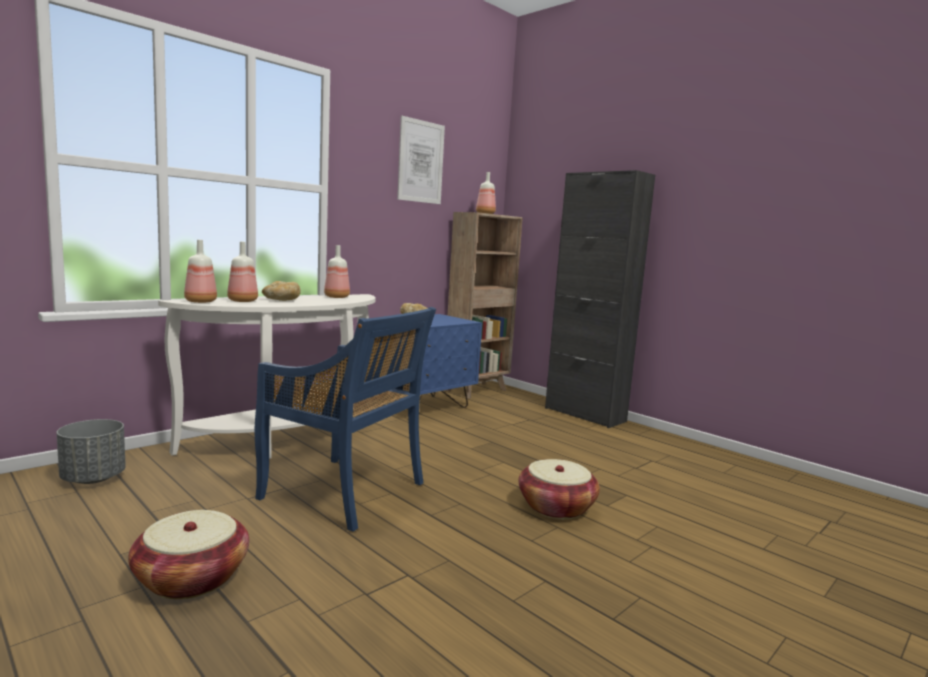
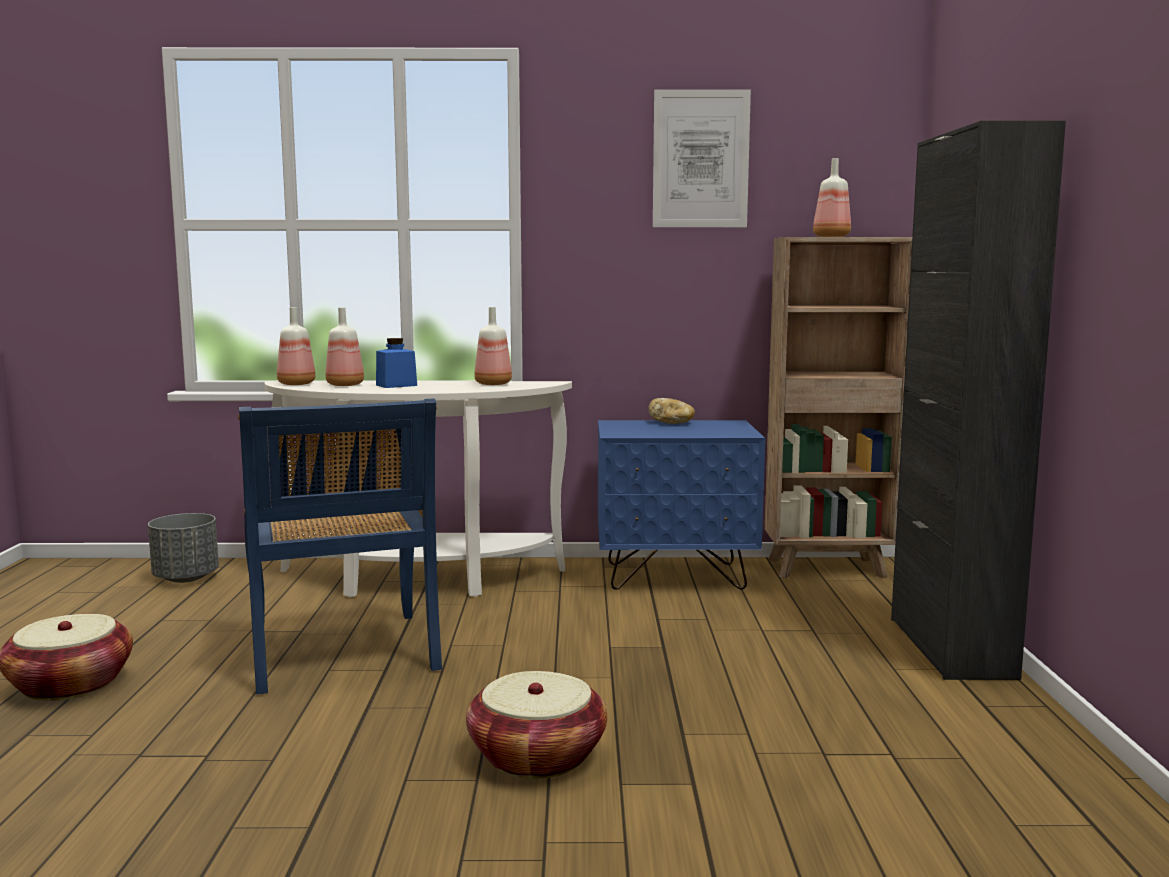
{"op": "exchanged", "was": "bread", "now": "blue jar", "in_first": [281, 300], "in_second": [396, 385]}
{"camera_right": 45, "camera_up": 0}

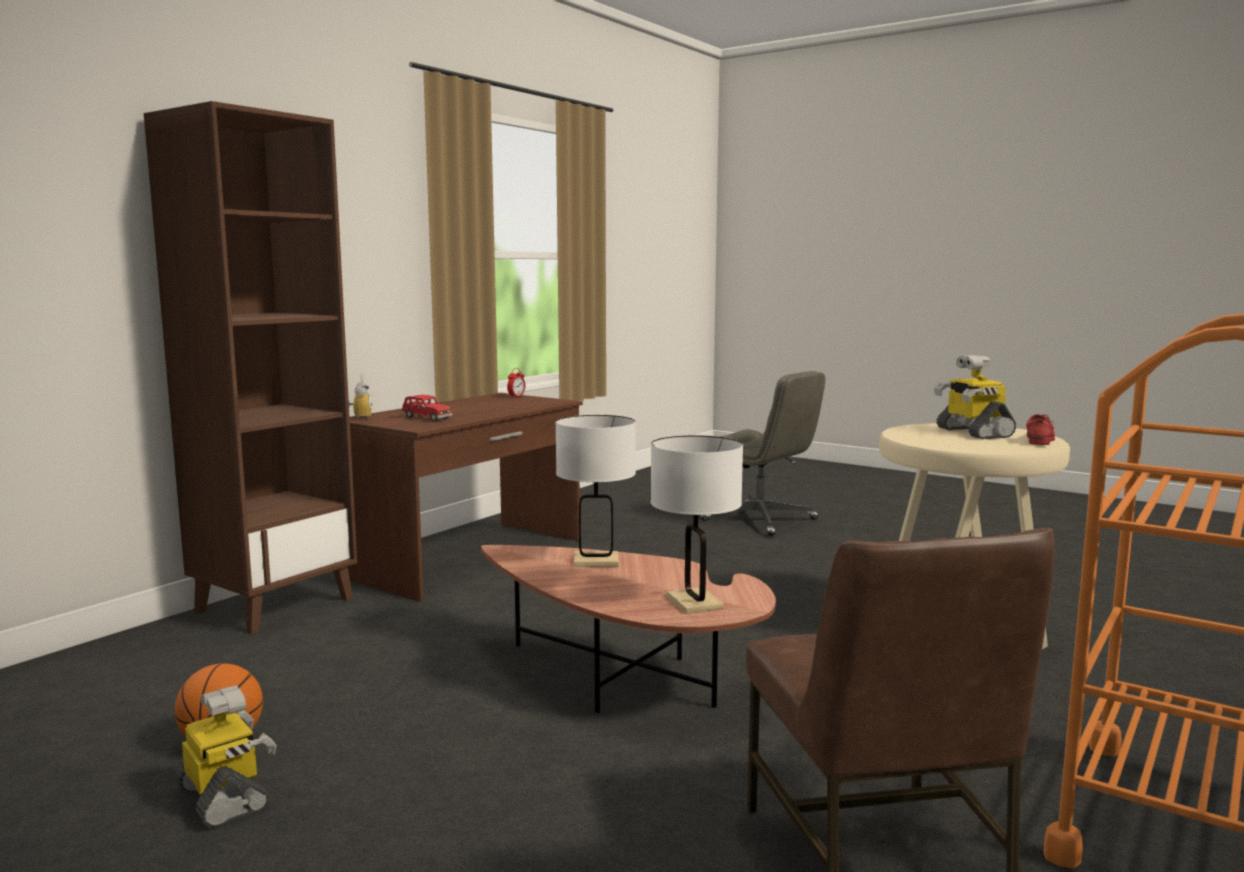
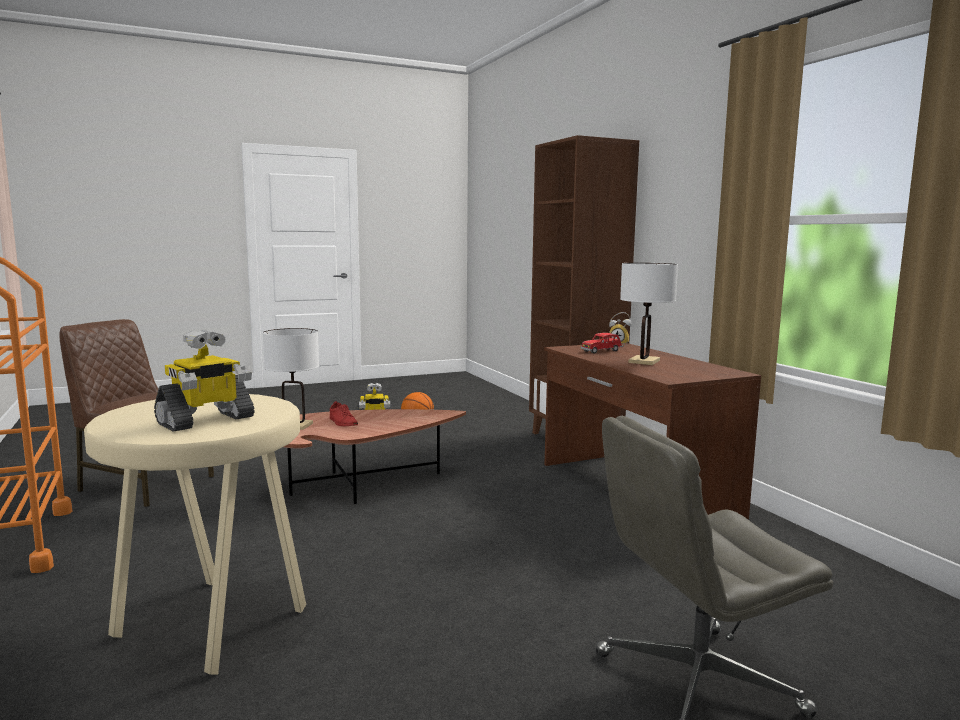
{"op": "missing", "was": "alarm clock", "in_first": [516, 397]}
{"op": "relocated", "was": "white table lamp", "in_first": [596, 561], "in_second": [644, 361]}
{"op": "relocated", "was": "red shoe", "in_first": [1039, 440], "in_second": [343, 422]}
{"op": "spun", "was": "toy robot", "in_first": [972, 432], "in_second": [206, 421], "clockwise": 120}
{"camera_right": 120, "camera_up": 0}

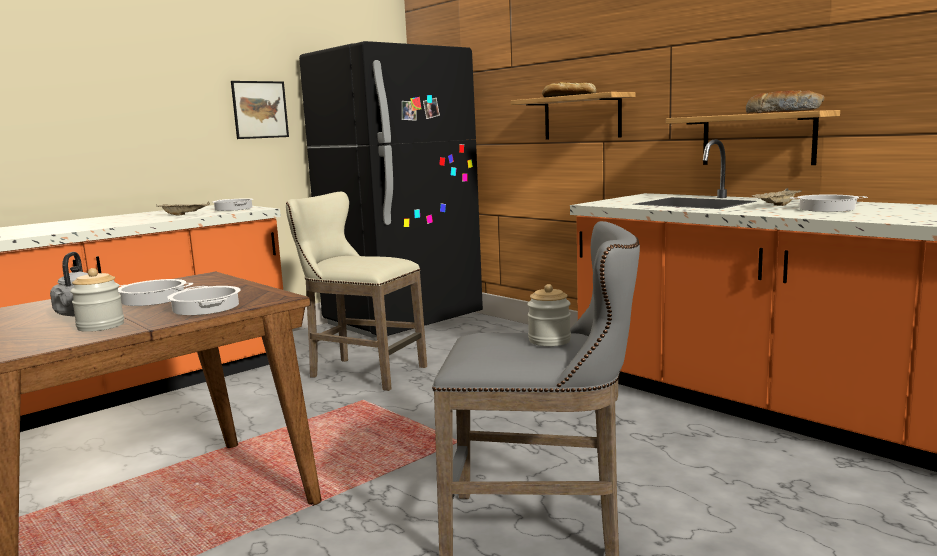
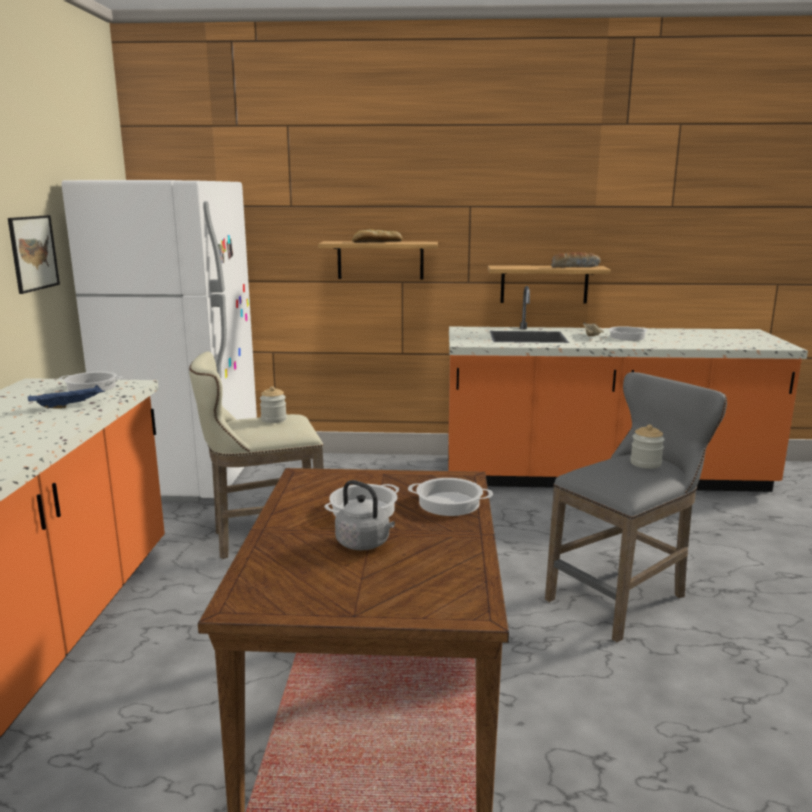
{"op": "relocated", "was": "jar", "in_first": [101, 326], "in_second": [273, 419]}
{"op": "colour", "was": "beige tray", "now": "blue tray", "in_first": [185, 215], "in_second": [69, 406]}
{"op": "colour", "was": "black fridge", "now": "white fridge", "in_first": [403, 320], "in_second": [188, 476]}
{"camera_right": -45, "camera_up": 5}

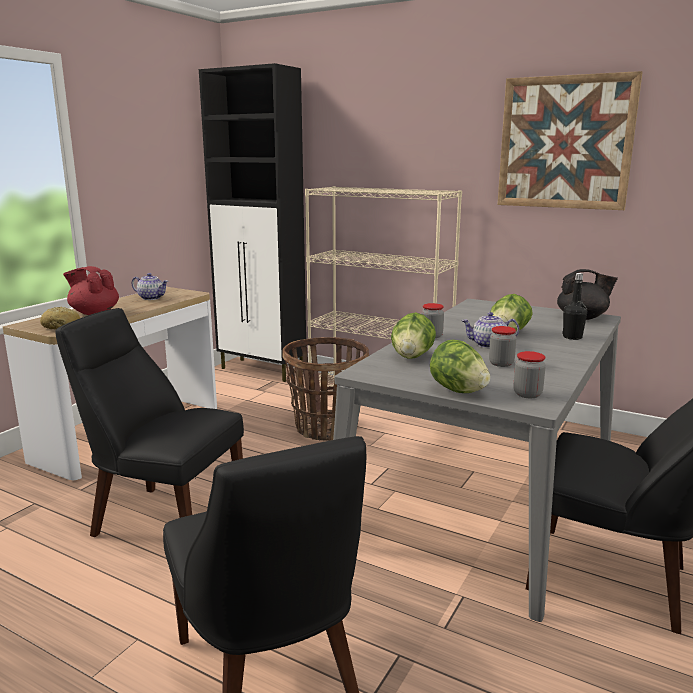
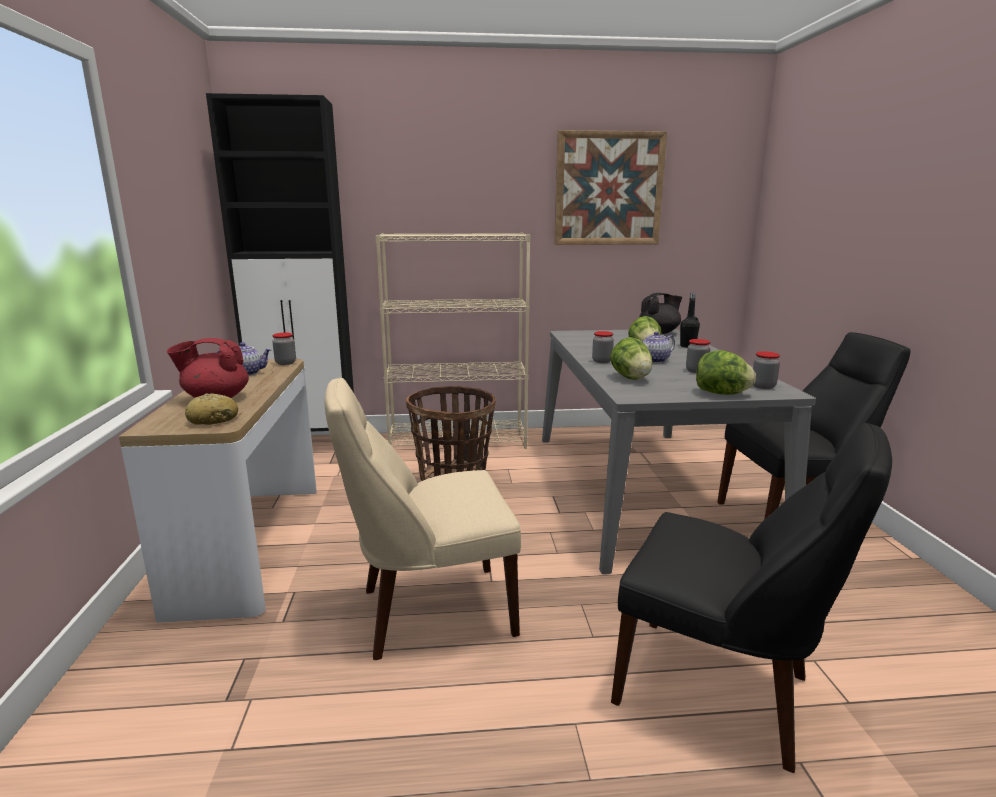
{"op": "appeared", "now": "jar", "in_second": [285, 363]}
{"op": "colour", "was": "black chair", "now": "beige chair", "in_first": [164, 520], "in_second": [429, 612]}
{"camera_right": -35, "camera_up": 0}

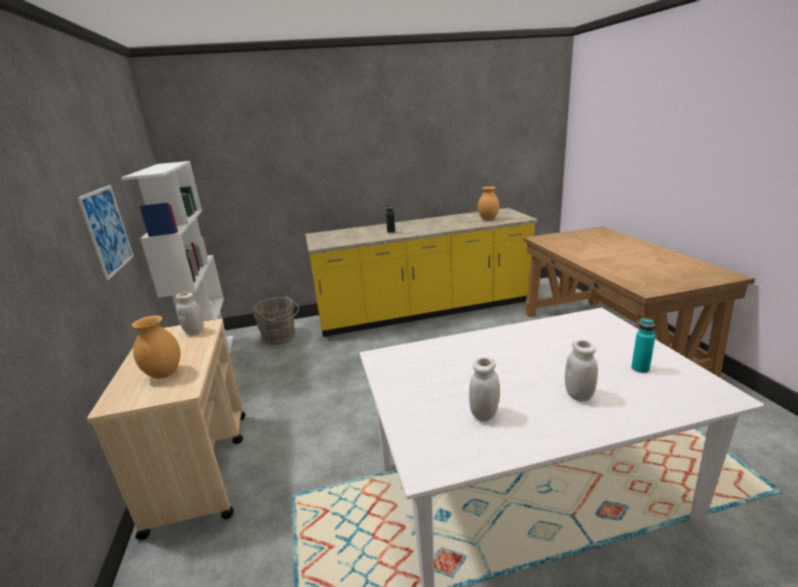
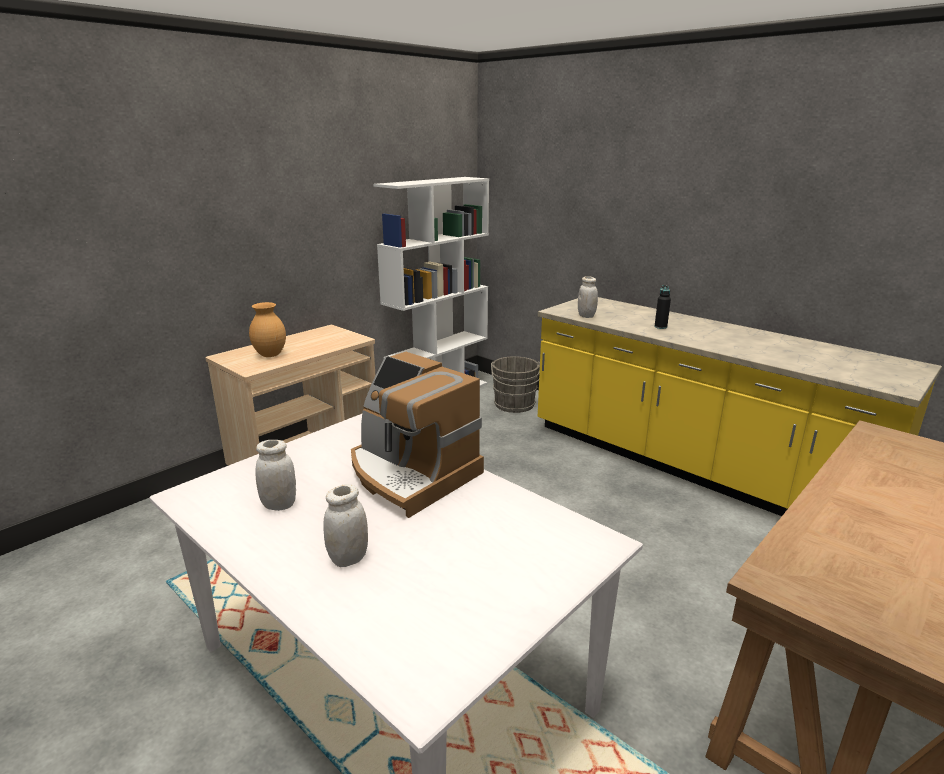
{"op": "missing", "was": "picture", "in_first": [107, 230]}
{"op": "missing", "was": "brown vase", "in_first": [488, 219]}
{"op": "missing", "was": "turquoise bottle", "in_first": [640, 368]}
{"op": "appeared", "now": "coffee machine", "in_second": [411, 474]}
{"op": "relocated", "was": "white jar", "in_first": [194, 331], "in_second": [586, 316]}
{"camera_right": 55, "camera_up": 0}

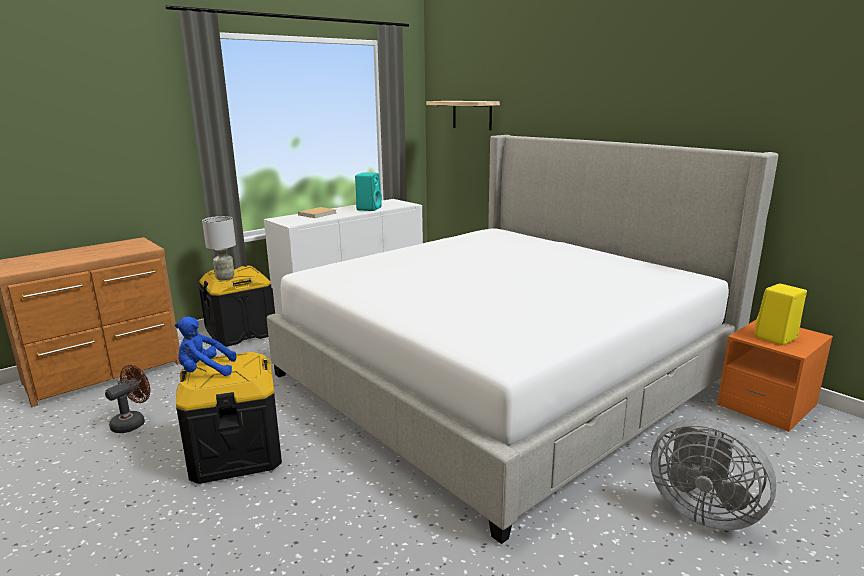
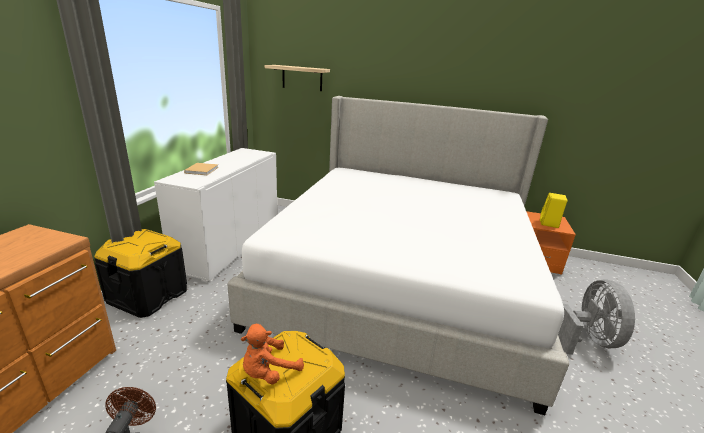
{"op": "missing", "was": "grey table lamp", "in_first": [225, 278]}
{"op": "missing", "was": "turquoise speaker", "in_first": [369, 208]}
{"op": "colour", "was": "blue plush toy", "now": "orange plush toy", "in_first": [205, 371], "in_second": [268, 372]}
{"op": "spun", "was": "grey fan", "in_first": [701, 510], "in_second": [587, 339], "clockwise": -90}
{"camera_right": -35, "camera_up": 5}

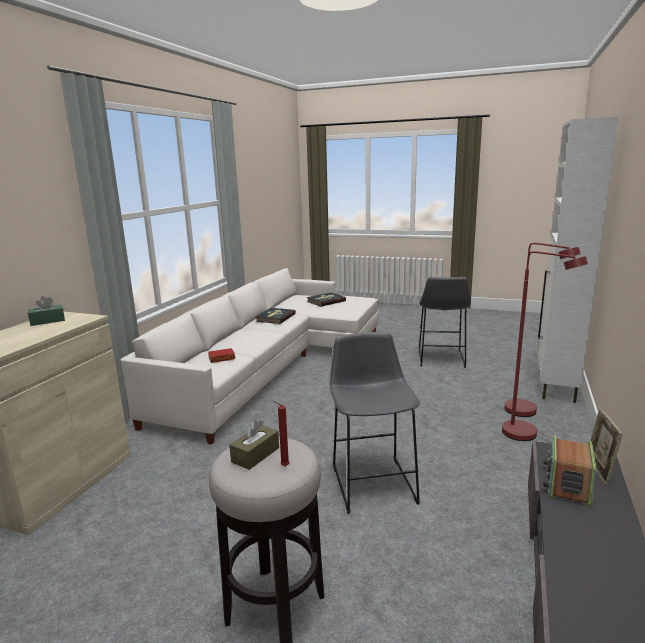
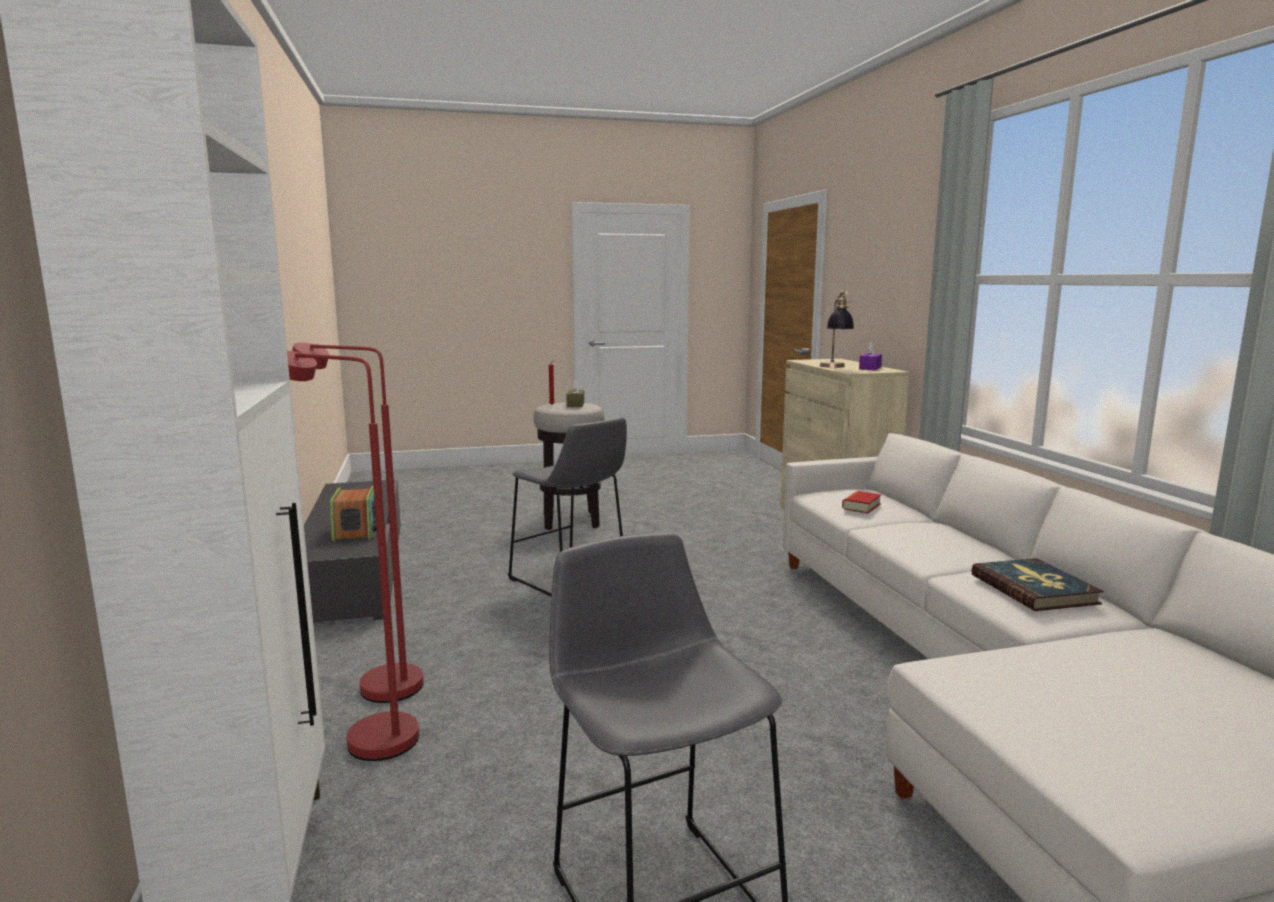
{"op": "missing", "was": "book", "in_first": [326, 301]}
{"op": "missing", "was": "picture frame", "in_first": [599, 471]}
{"op": "appeared", "now": "table lamp", "in_second": [835, 367]}
{"op": "colour", "was": "green tissue box", "now": "purple tissue box", "in_first": [47, 321], "in_second": [870, 368]}
{"camera_right": 145, "camera_up": -5}

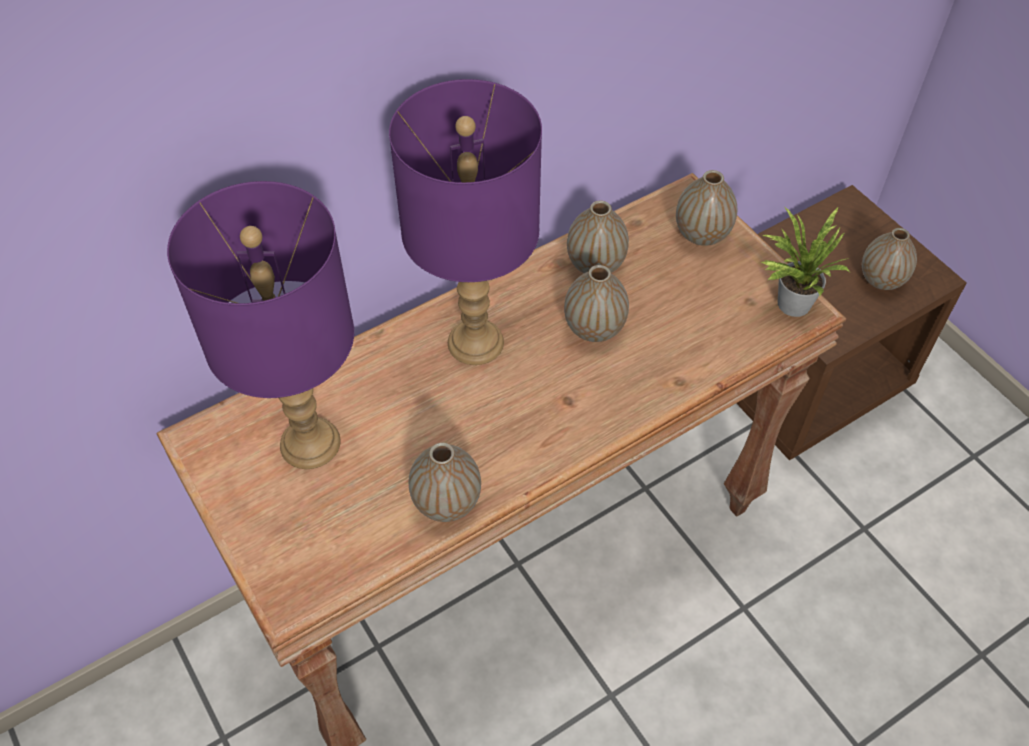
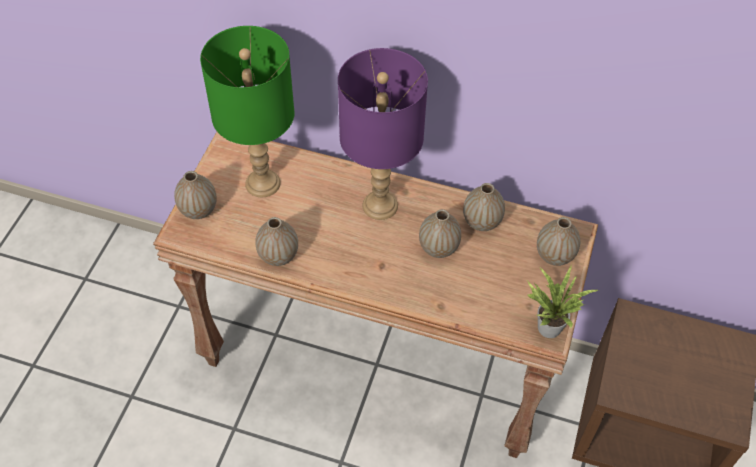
{"op": "relocated", "was": "vase", "in_first": [881, 279], "in_second": [198, 210]}
{"op": "colour", "was": "purple table lamp", "now": "green table lamp", "in_first": [310, 442], "in_second": [263, 183]}
{"camera_right": 50, "camera_up": 0}

